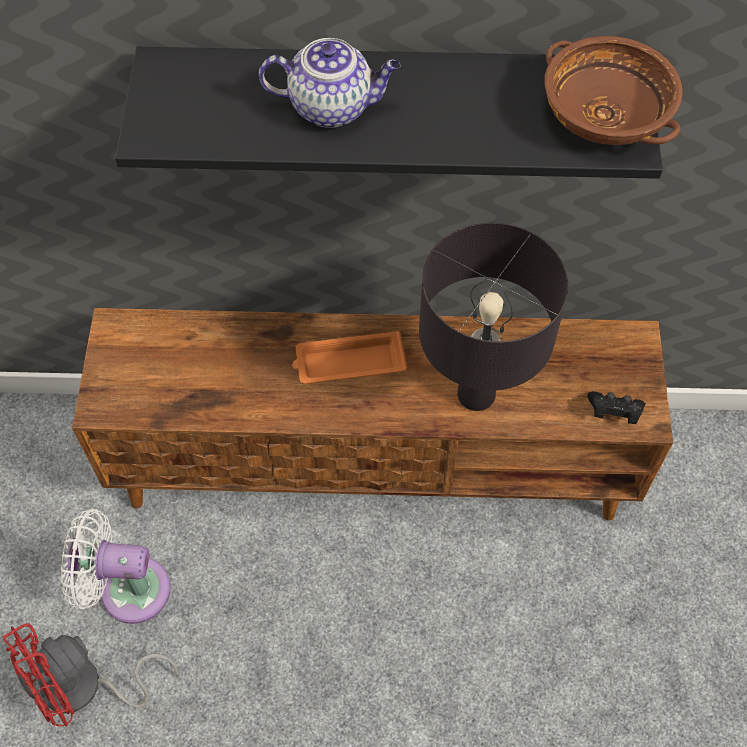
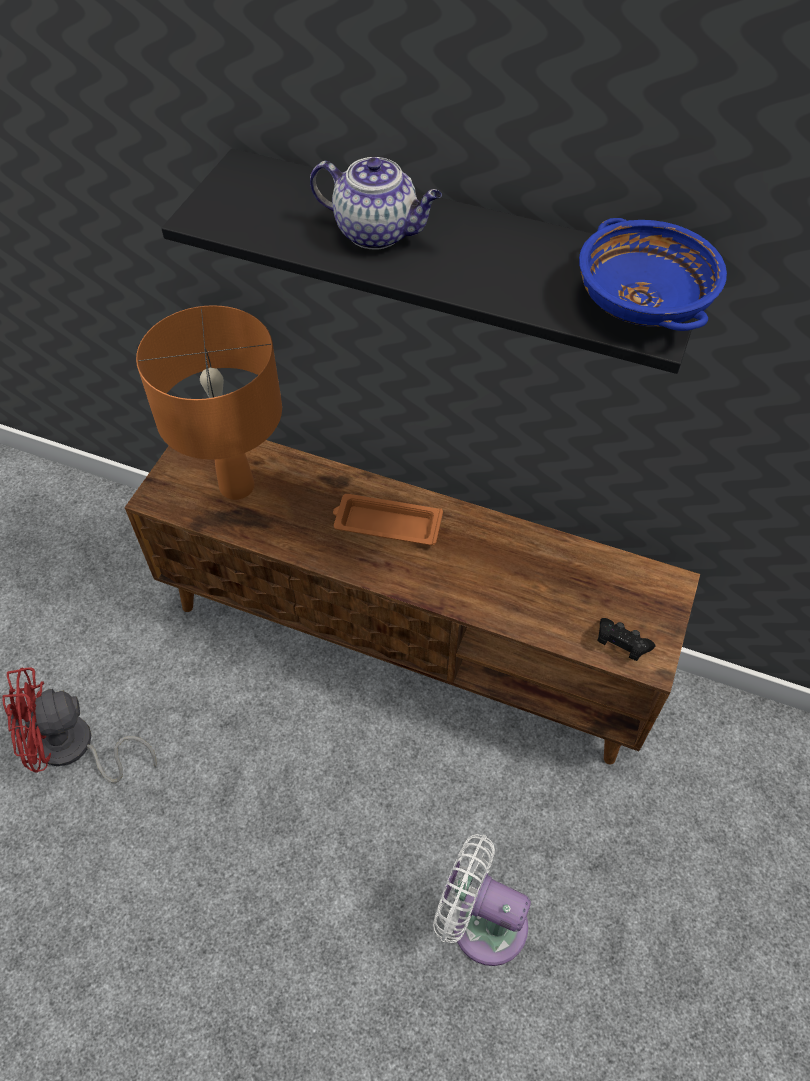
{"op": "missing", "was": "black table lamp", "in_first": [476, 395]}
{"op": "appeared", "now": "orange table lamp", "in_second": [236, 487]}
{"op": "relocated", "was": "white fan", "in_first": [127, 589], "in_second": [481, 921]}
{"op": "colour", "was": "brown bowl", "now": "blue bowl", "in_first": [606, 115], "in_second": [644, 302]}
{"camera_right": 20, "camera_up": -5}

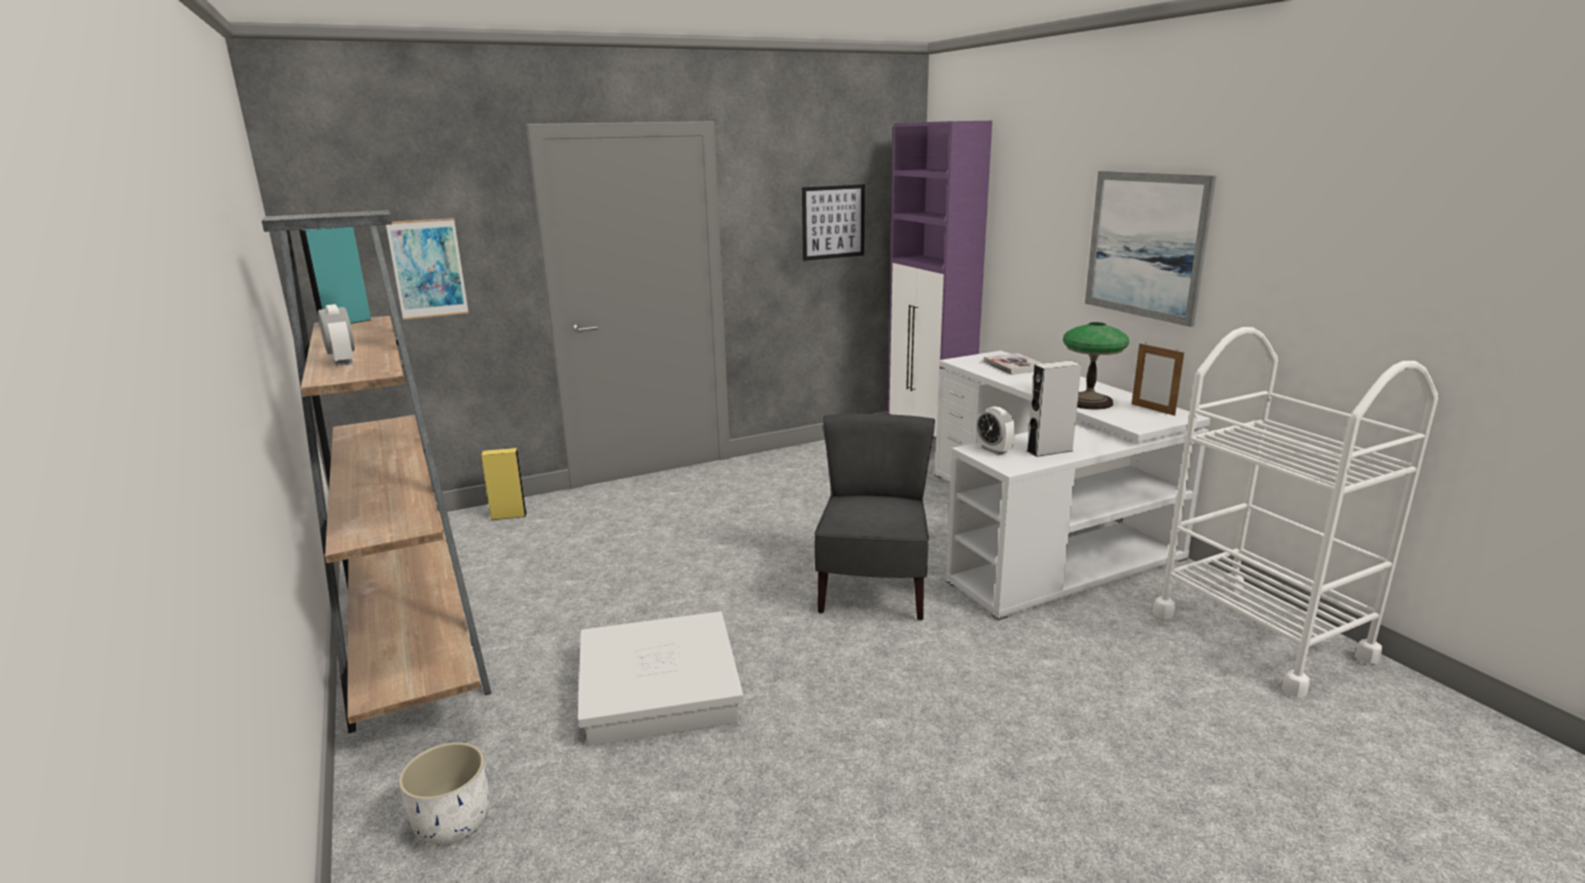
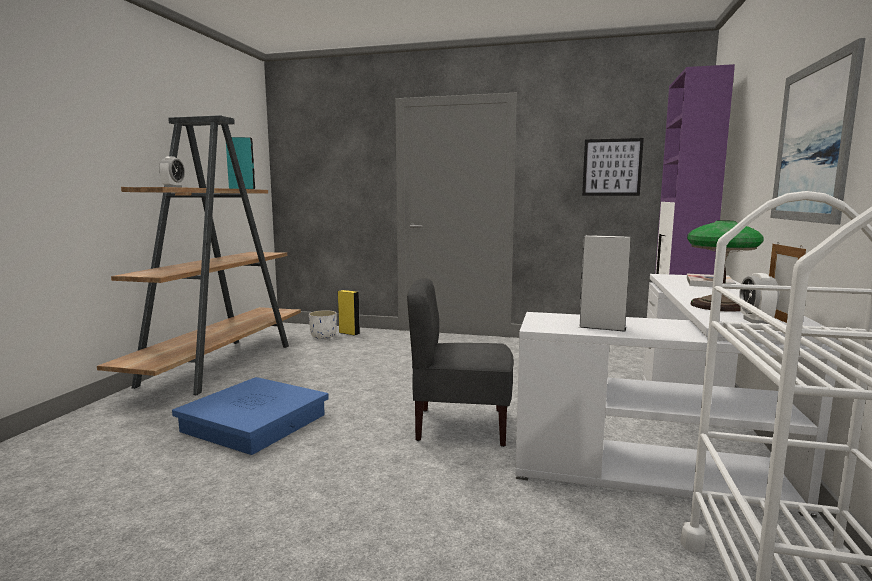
{"op": "missing", "was": "picture", "in_first": [428, 269]}
{"op": "relocated", "was": "white planter", "in_first": [454, 823], "in_second": [324, 336]}
{"op": "relocated", "was": "alarm clock", "in_first": [994, 450], "in_second": [755, 321]}
{"op": "colour", "was": "white storage box", "now": "blue storage box", "in_first": [659, 687], "in_second": [255, 422]}
{"op": "spun", "was": "grey chair", "in_first": [873, 590], "in_second": [460, 426], "clockwise": -135}
{"camera_right": 40, "camera_up": -10}

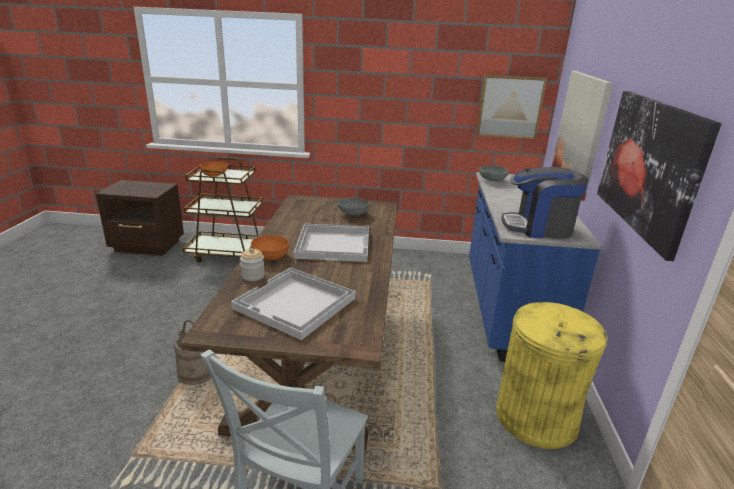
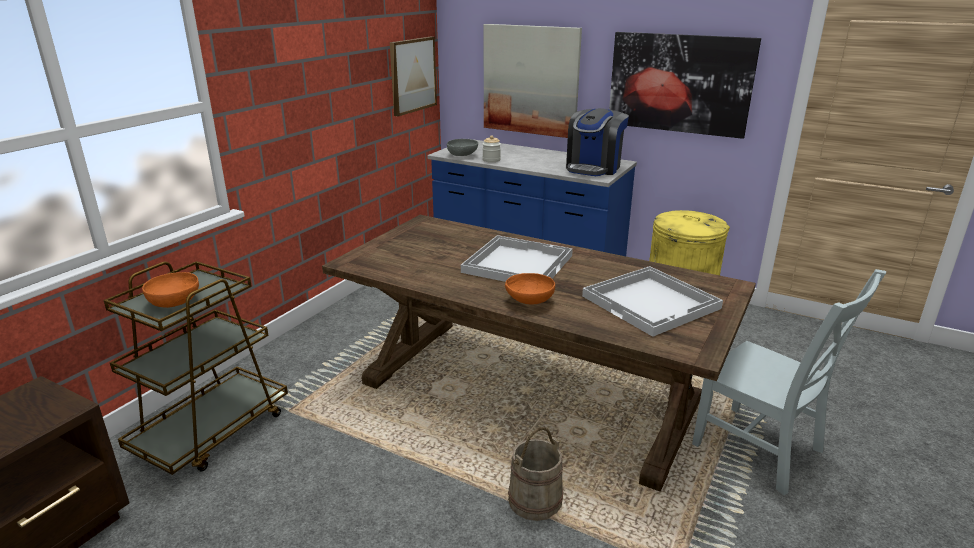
{"op": "missing", "was": "grey bowl", "in_first": [353, 214]}
{"op": "relocated", "was": "jar", "in_first": [253, 276], "in_second": [491, 160]}
{"camera_right": -65, "camera_up": 0}

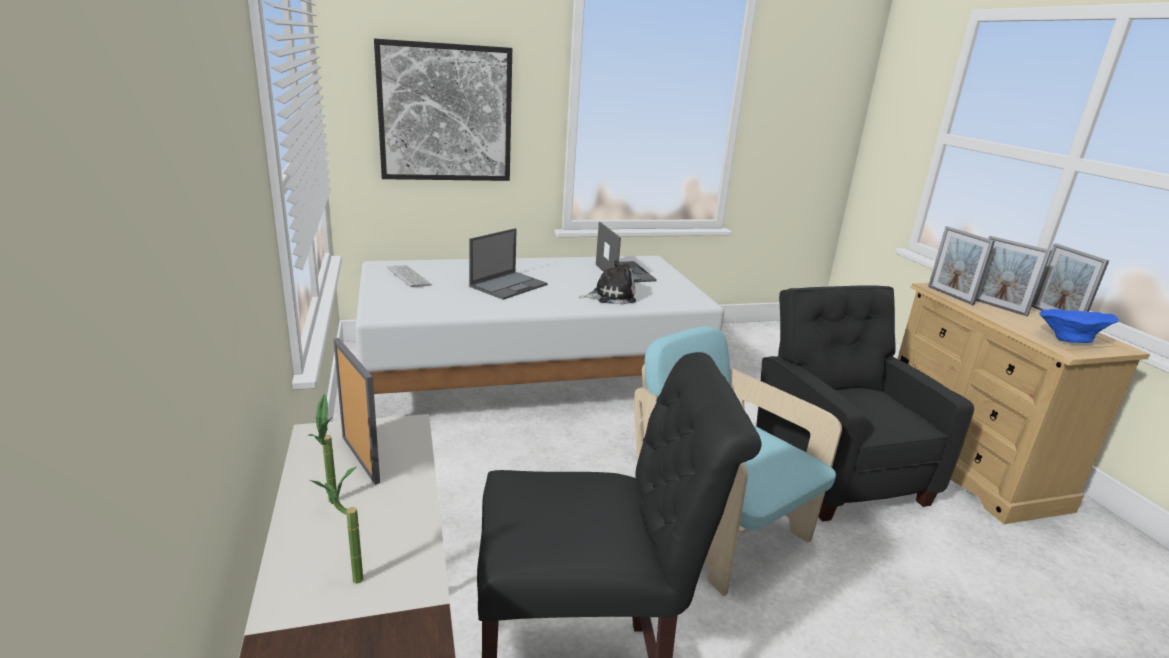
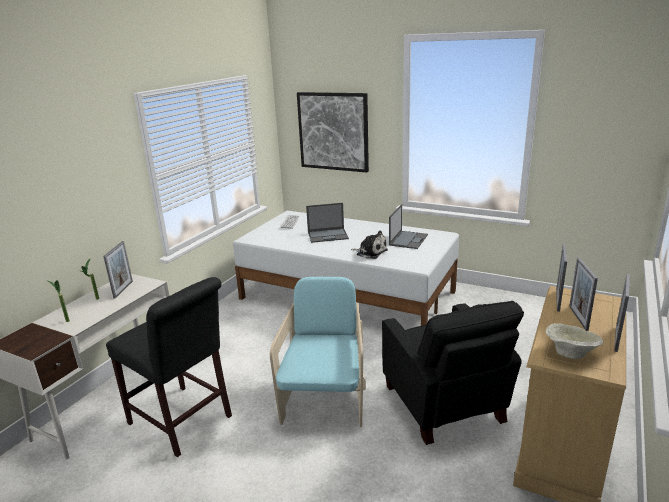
{"op": "colour", "was": "blue bowl", "now": "beige bowl", "in_first": [1068, 340], "in_second": [570, 354]}
{"op": "spun", "was": "black armchair", "in_first": [835, 471], "in_second": [444, 405], "clockwise": 135}
{"camera_right": 45, "camera_up": 0}

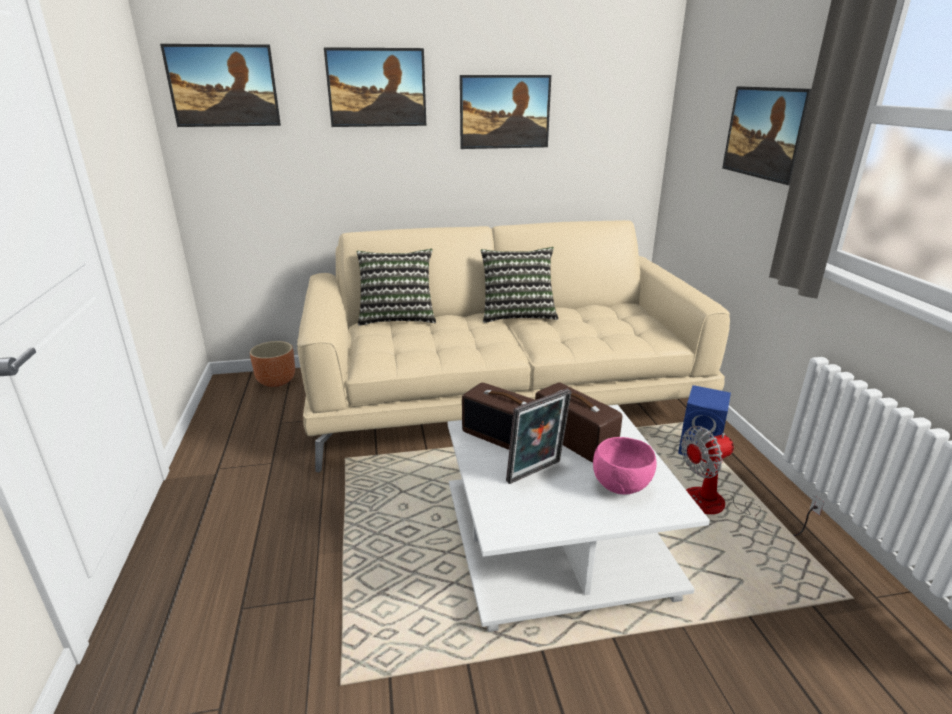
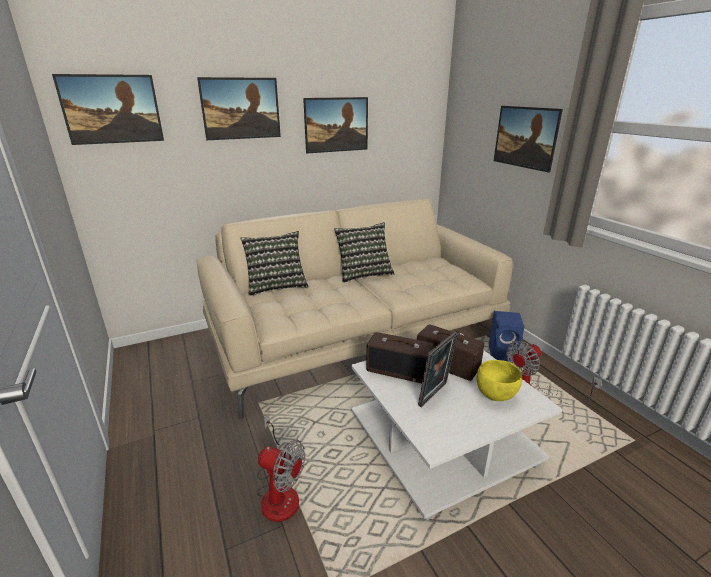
{"op": "missing", "was": "brown planter", "in_first": [277, 381]}
{"op": "appeared", "now": "fan", "in_second": [278, 491]}
{"op": "colour", "was": "pink bowl", "now": "yellow bowl", "in_first": [620, 486], "in_second": [495, 395]}
{"camera_right": -15, "camera_up": 0}

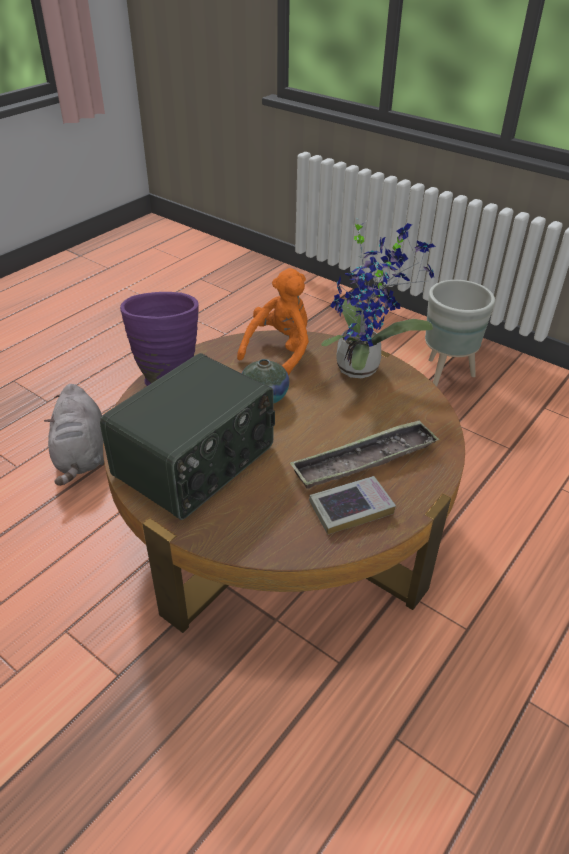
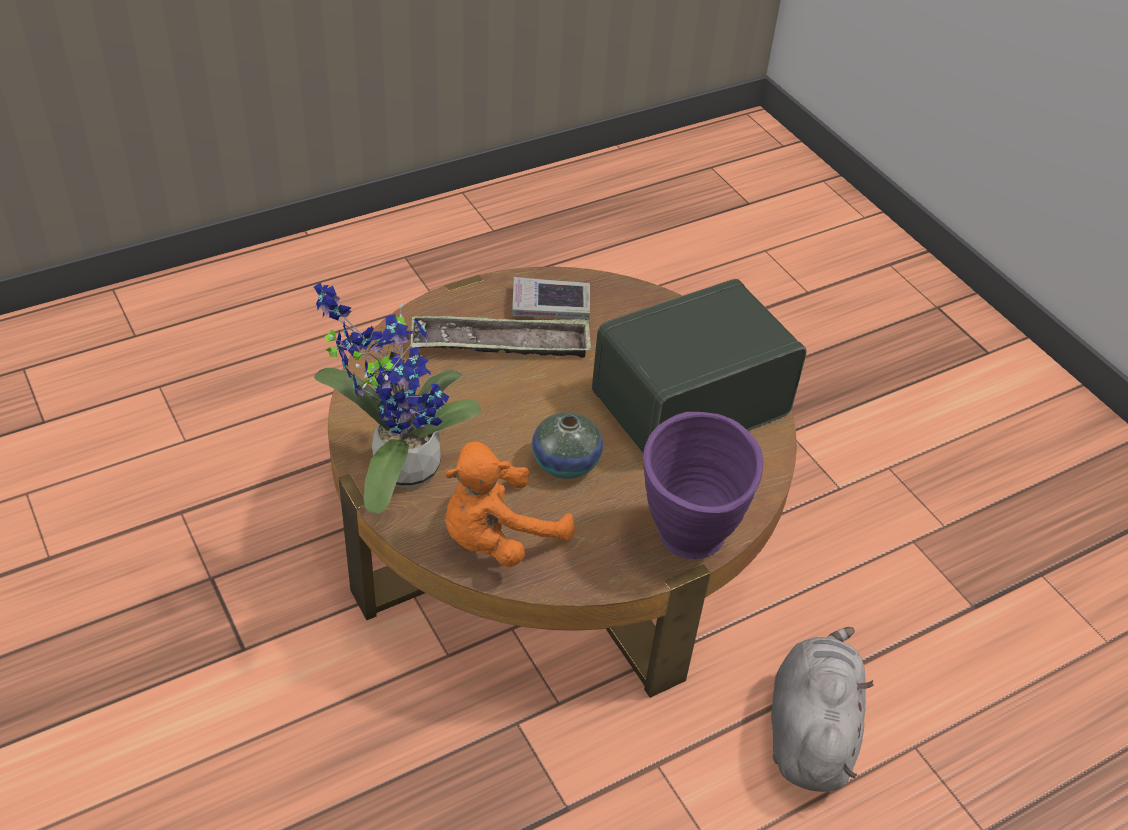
{"op": "missing", "was": "grey planter", "in_first": [444, 374]}
{"camera_right": -160, "camera_up": 5}

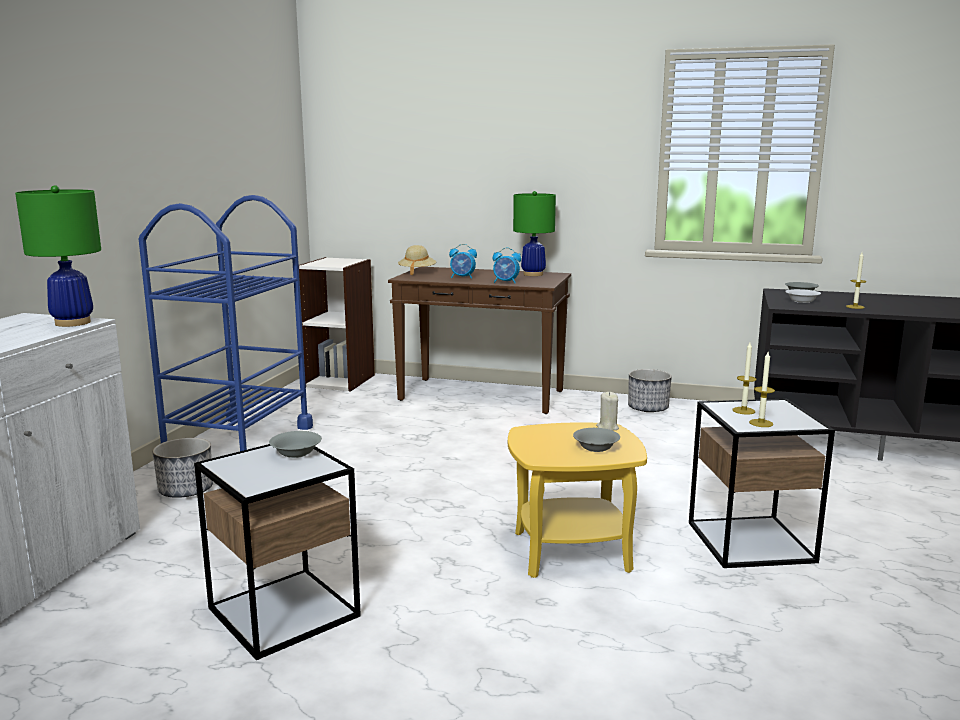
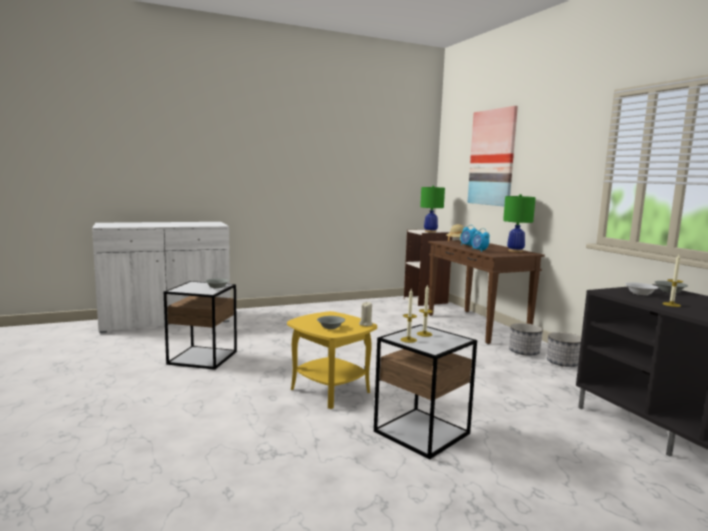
{"op": "missing", "was": "blue cart", "in_first": [238, 442]}
{"op": "appeared", "now": "picture", "in_second": [492, 157]}
{"op": "relocated", "was": "green table lamp", "in_first": [73, 323], "in_second": [430, 231]}
{"op": "relocated", "was": "planter", "in_first": [186, 490], "in_second": [524, 352]}
{"camera_right": 50, "camera_up": -5}

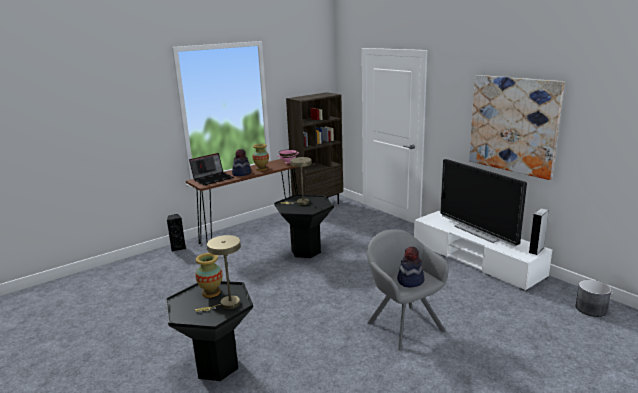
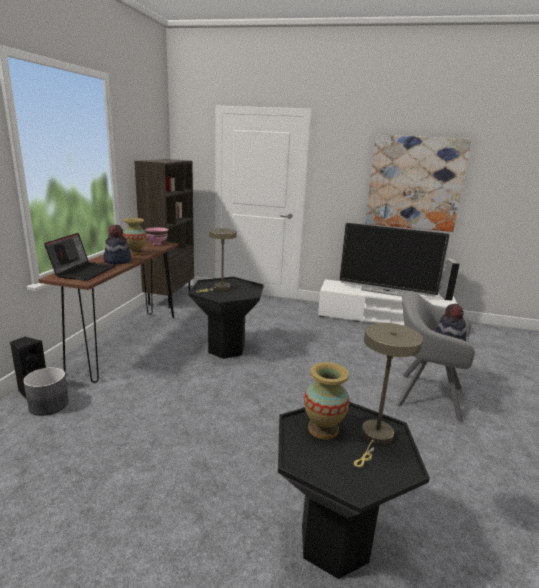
{"op": "relocated", "was": "grey planter", "in_first": [590, 309], "in_second": [48, 405]}
{"camera_right": -40, "camera_up": 0}

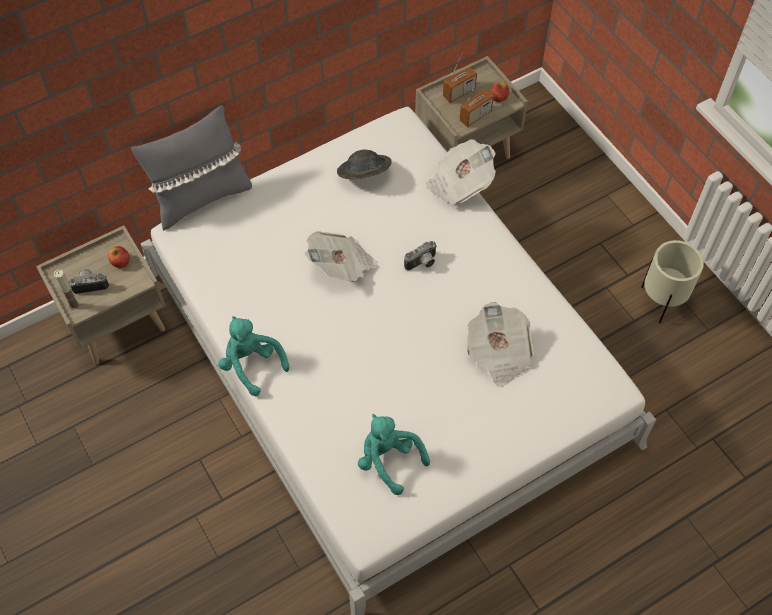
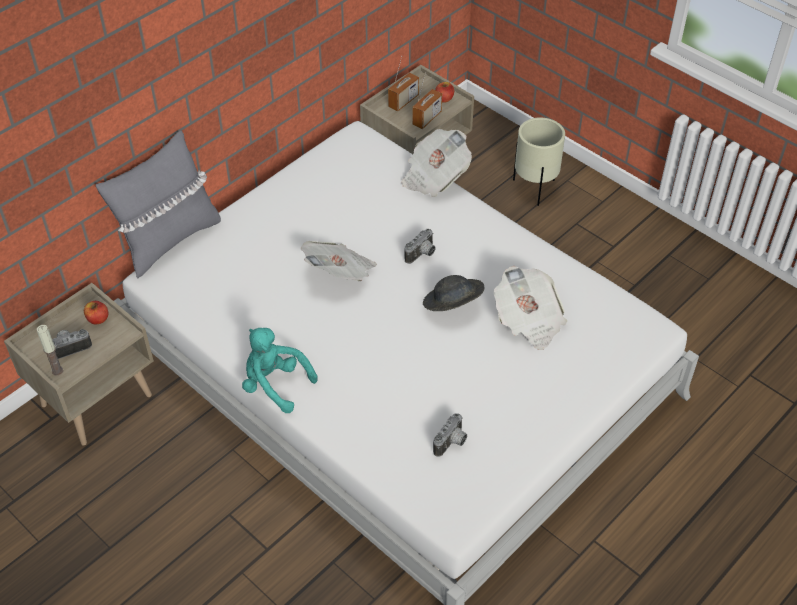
{"op": "relocated", "was": "grey hat", "in_first": [364, 175], "in_second": [452, 305]}
{"op": "relocated", "was": "beige planter", "in_first": [661, 302], "in_second": [535, 189]}
{"op": "exchanged", "was": "turquoise plush toy", "now": "photo camera", "in_first": [388, 460], "in_second": [452, 443]}
{"camera_right": -15, "camera_up": -10}

